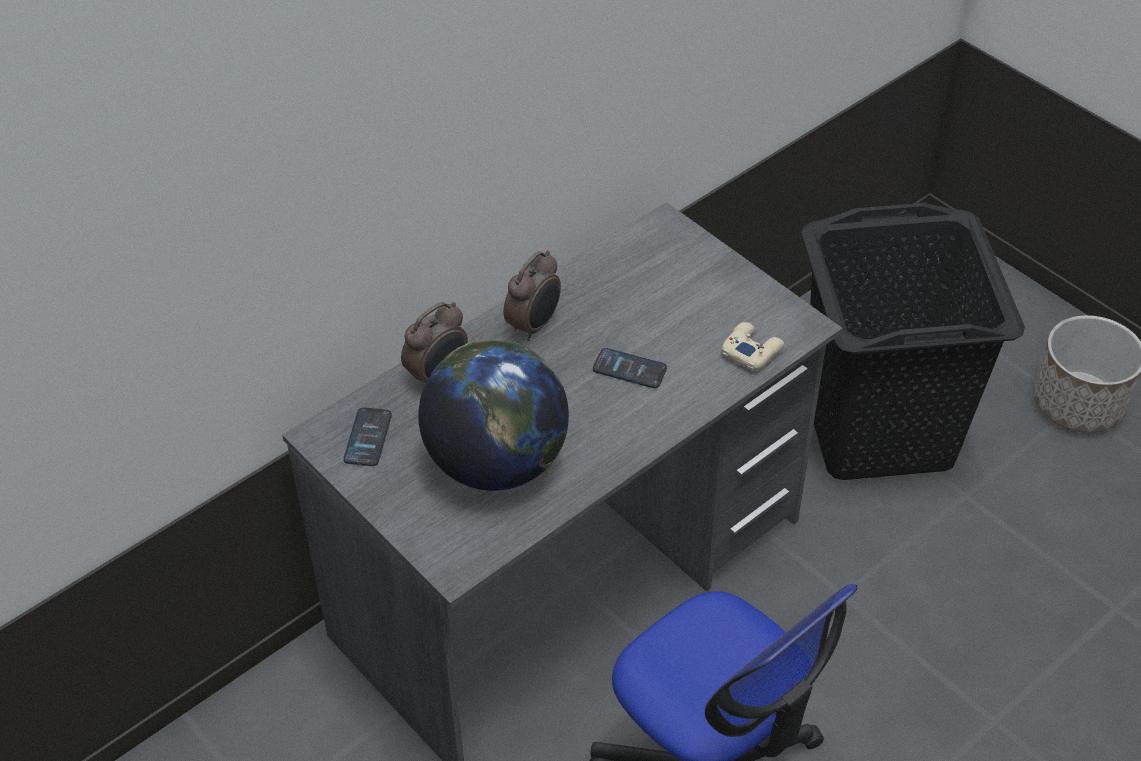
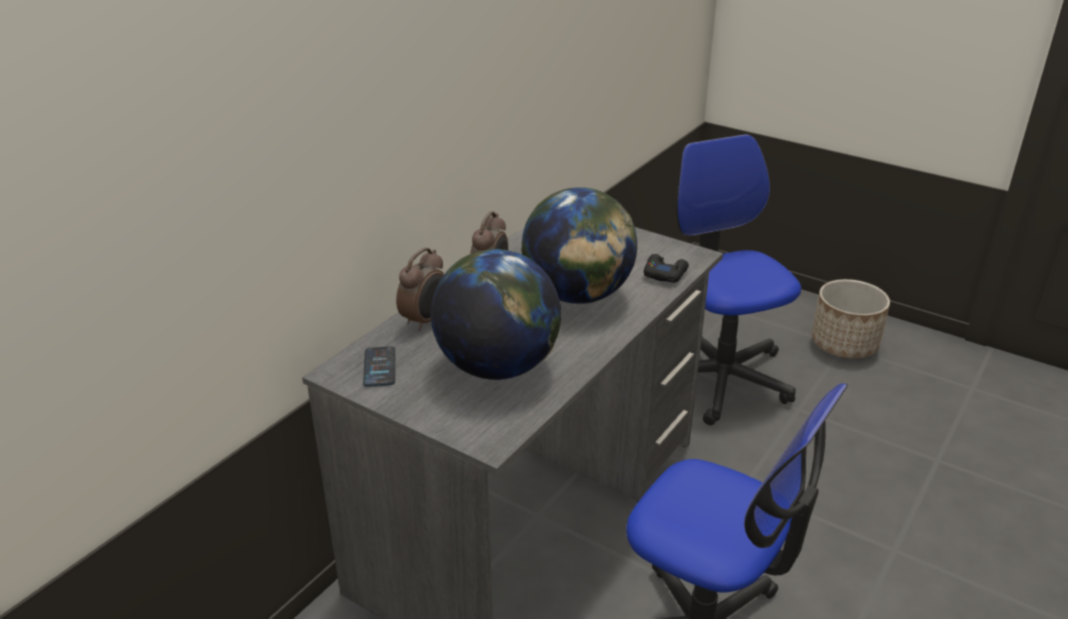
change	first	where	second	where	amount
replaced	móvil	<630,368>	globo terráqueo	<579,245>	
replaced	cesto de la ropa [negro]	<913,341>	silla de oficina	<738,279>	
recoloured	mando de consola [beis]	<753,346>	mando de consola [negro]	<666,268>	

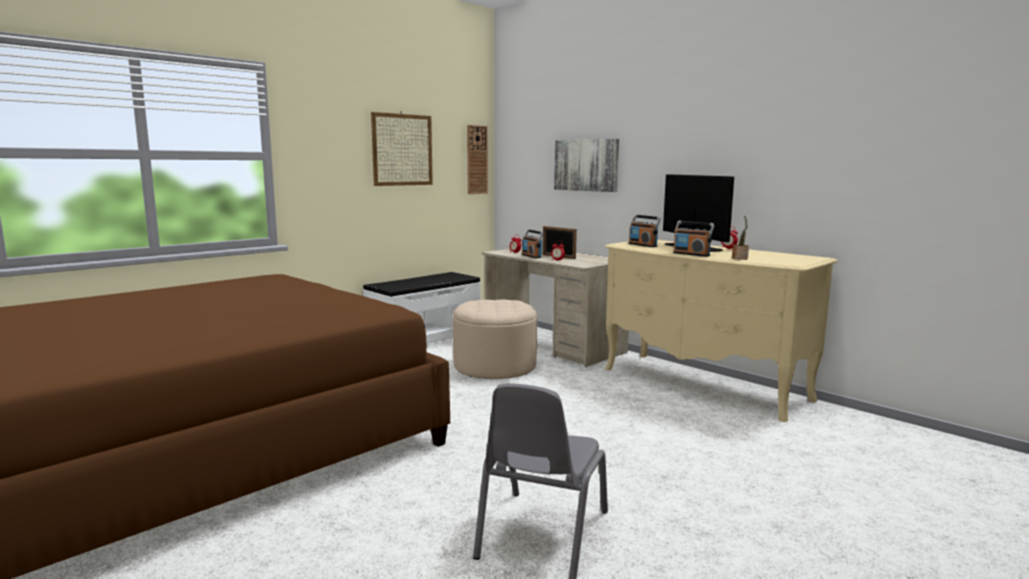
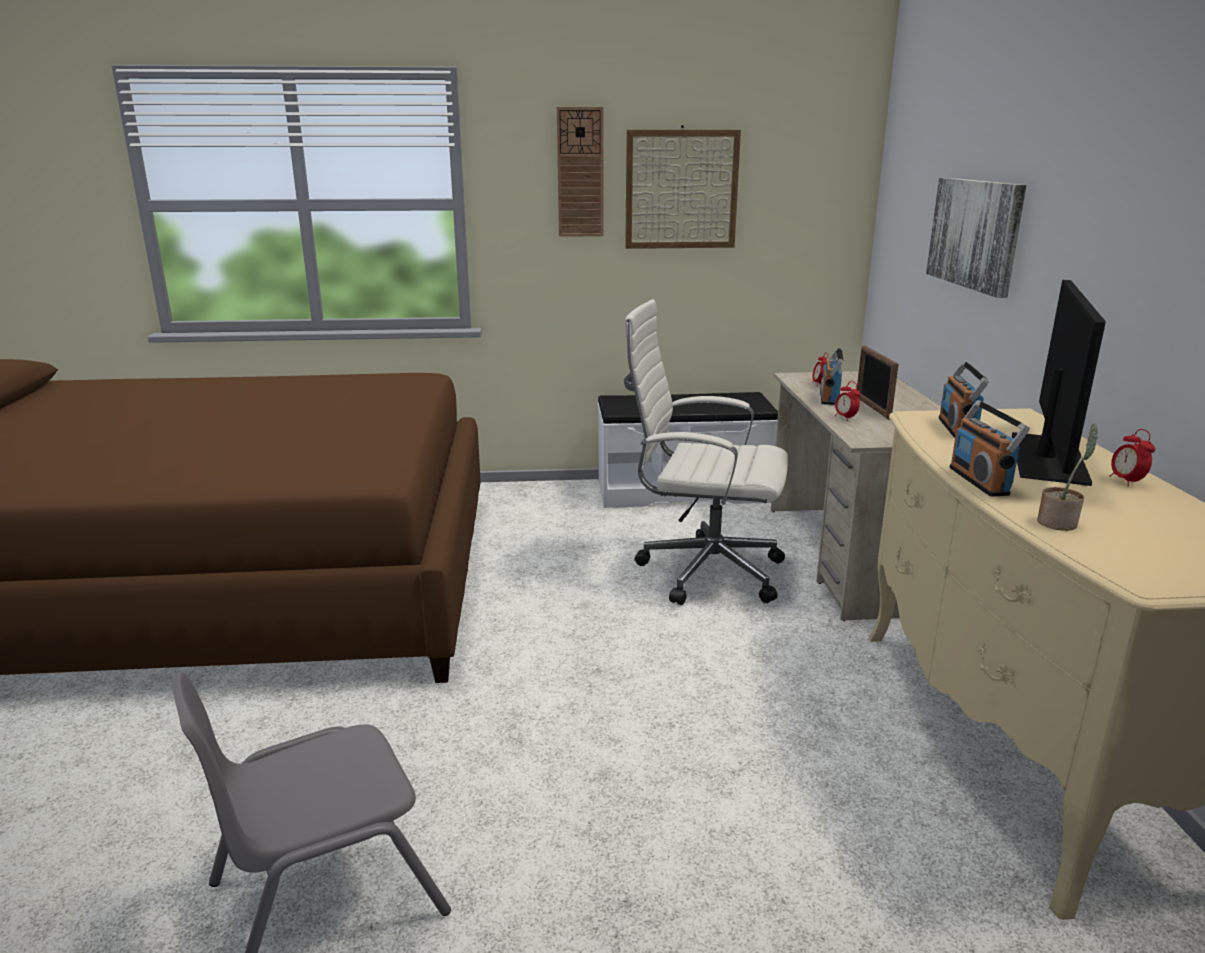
change	first	where	second	where	amount
moved	reloj de pared	<477,159>		<580,172>	
replaced	puf [beis]	<495,339>	silla de oficina [blanco]	<706,452>	

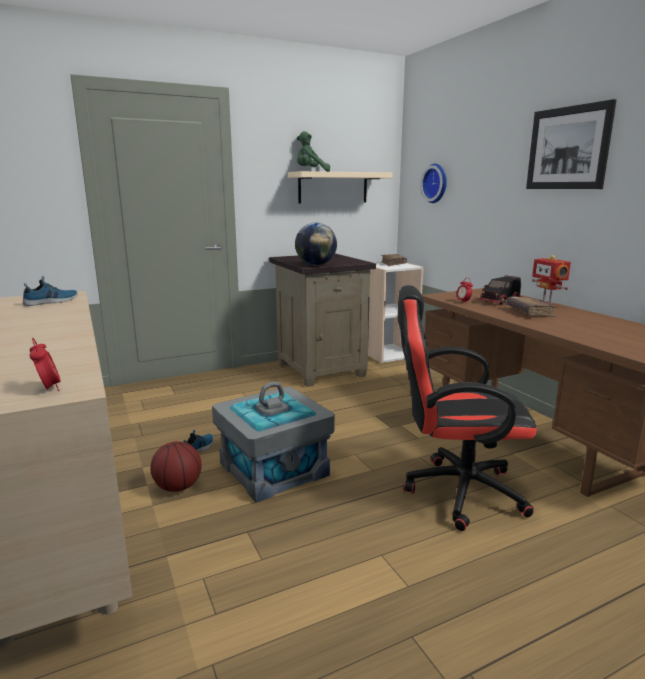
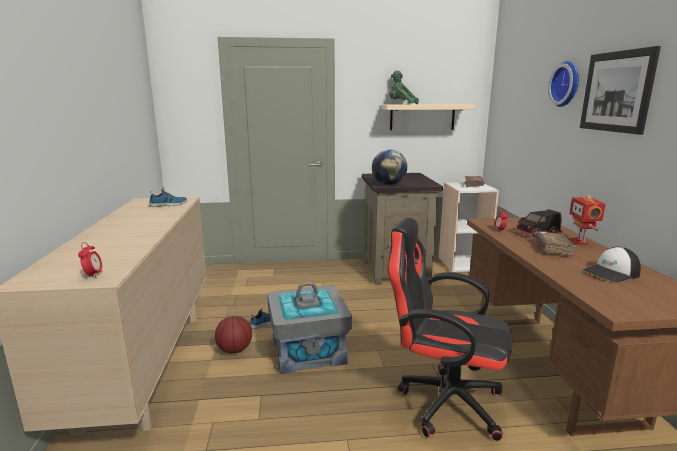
change	first	where	second	where	amount
added			gorra	<612,264>	
moved	reloj de pared	<433,183>		<563,84>	

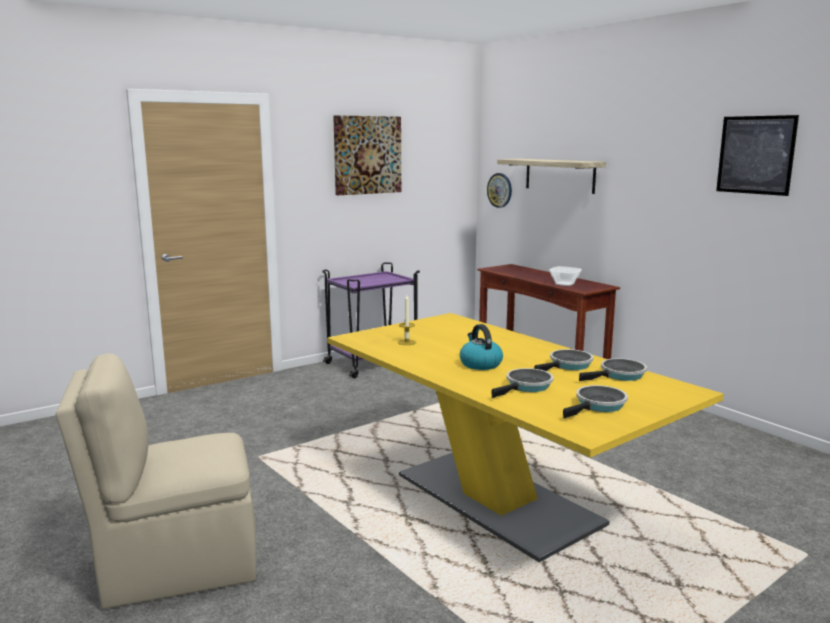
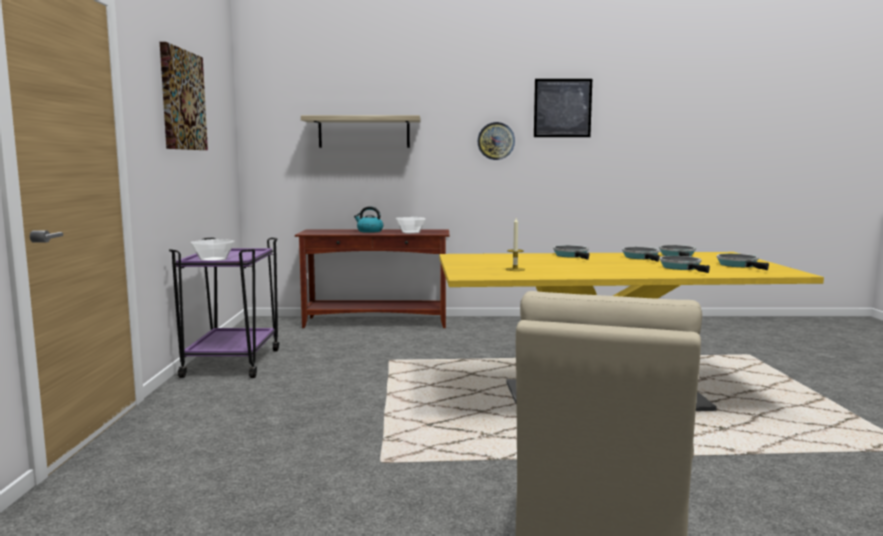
change	first	where	second	where	amount
added			cuenco	<212,250>	
added			sartén	<571,252>	
moved	hervidor	<481,347>		<368,219>	
moved	reloj de pared	<499,190>		<496,141>	

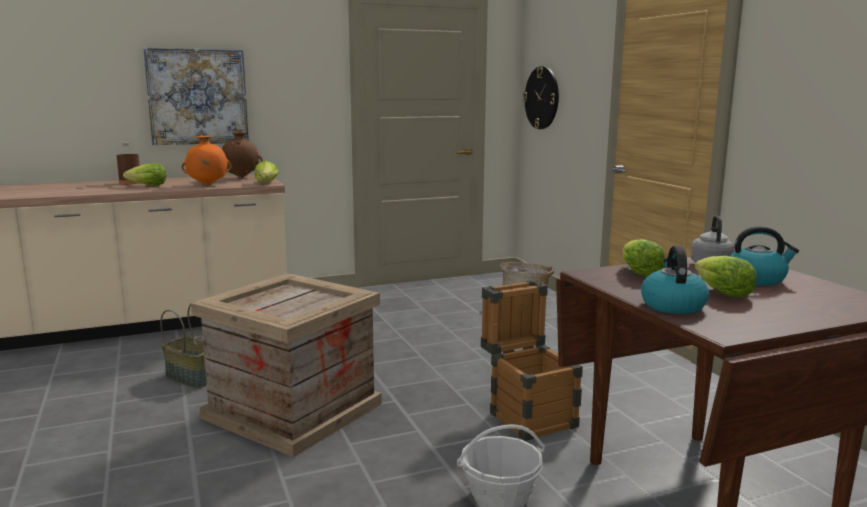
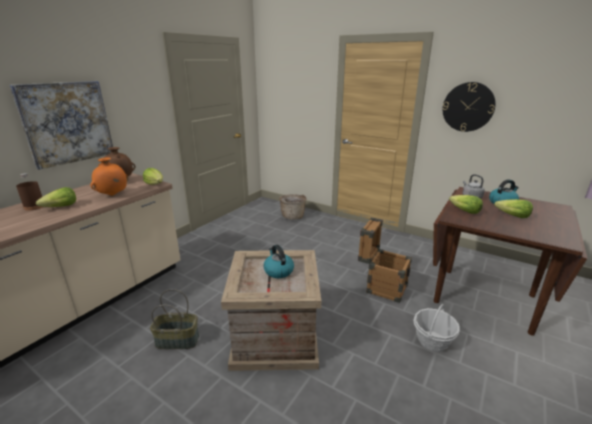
change	first	where	second	where	amount
moved	reloj de pared	<541,97>		<469,107>	
moved	hervidor	<675,280>		<279,261>	

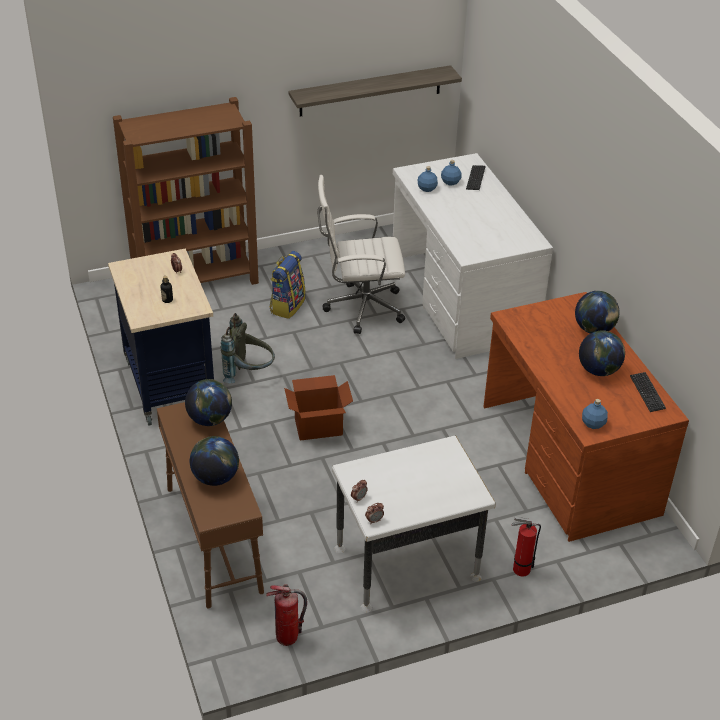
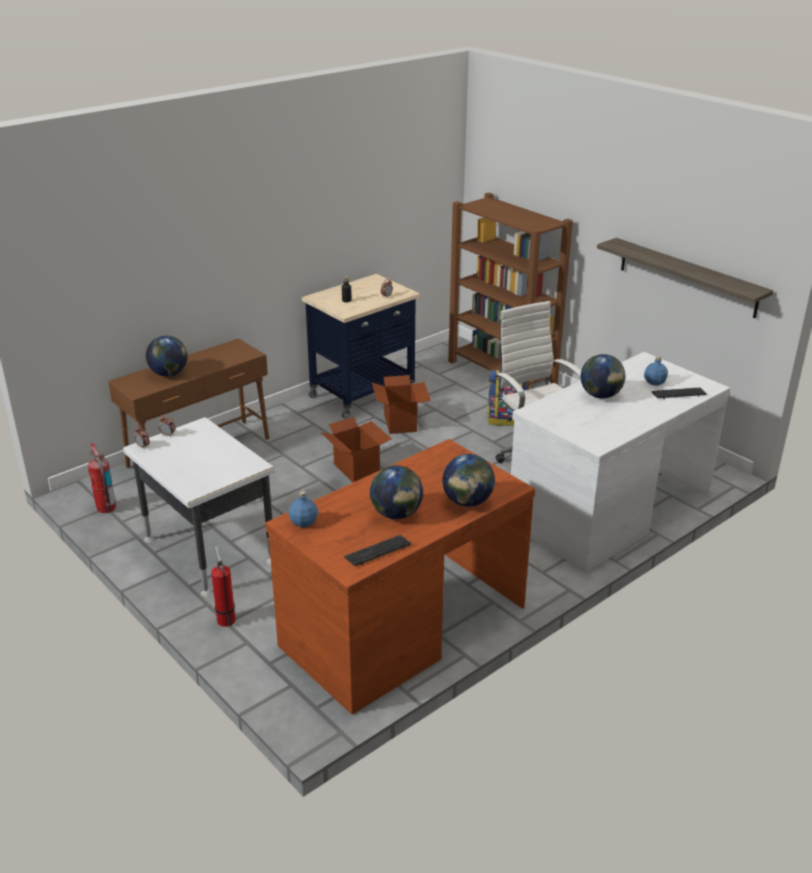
change	first	where	second	where	amount
removed	botella [azul]	<428,179>			
moved	globo terráqueo	<208,402>		<603,376>	
replaced	mochila [gris]	<248,348>	caja de cartón	<401,404>	

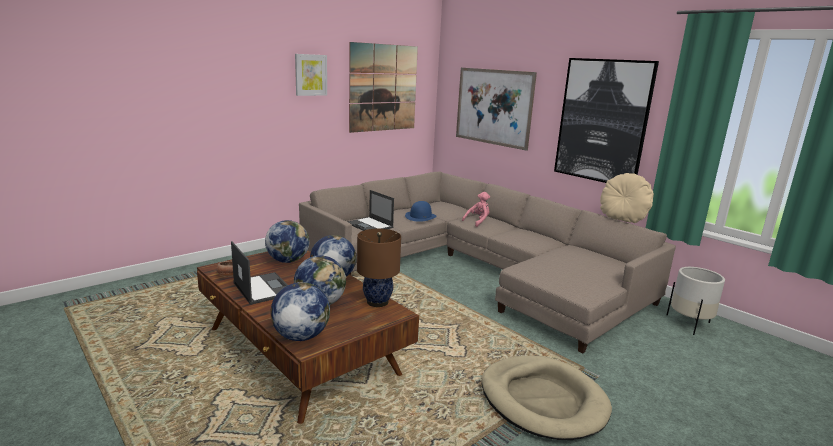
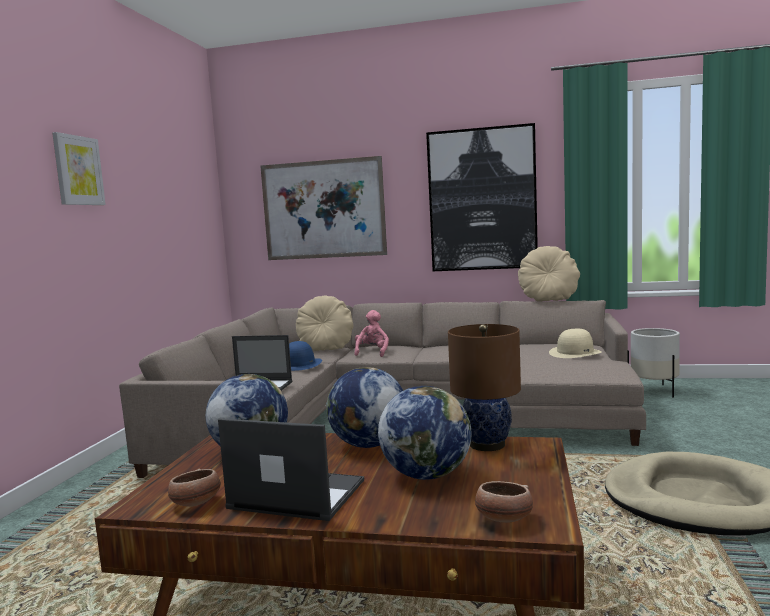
change	first	where	second	where	amount
removed	cuadro	<383,87>			
added			cojín [beis]	<324,323>	
added			sombrero [beis]	<575,343>	
replaced	globo terráqueo	<300,311>	cuenco	<504,502>	

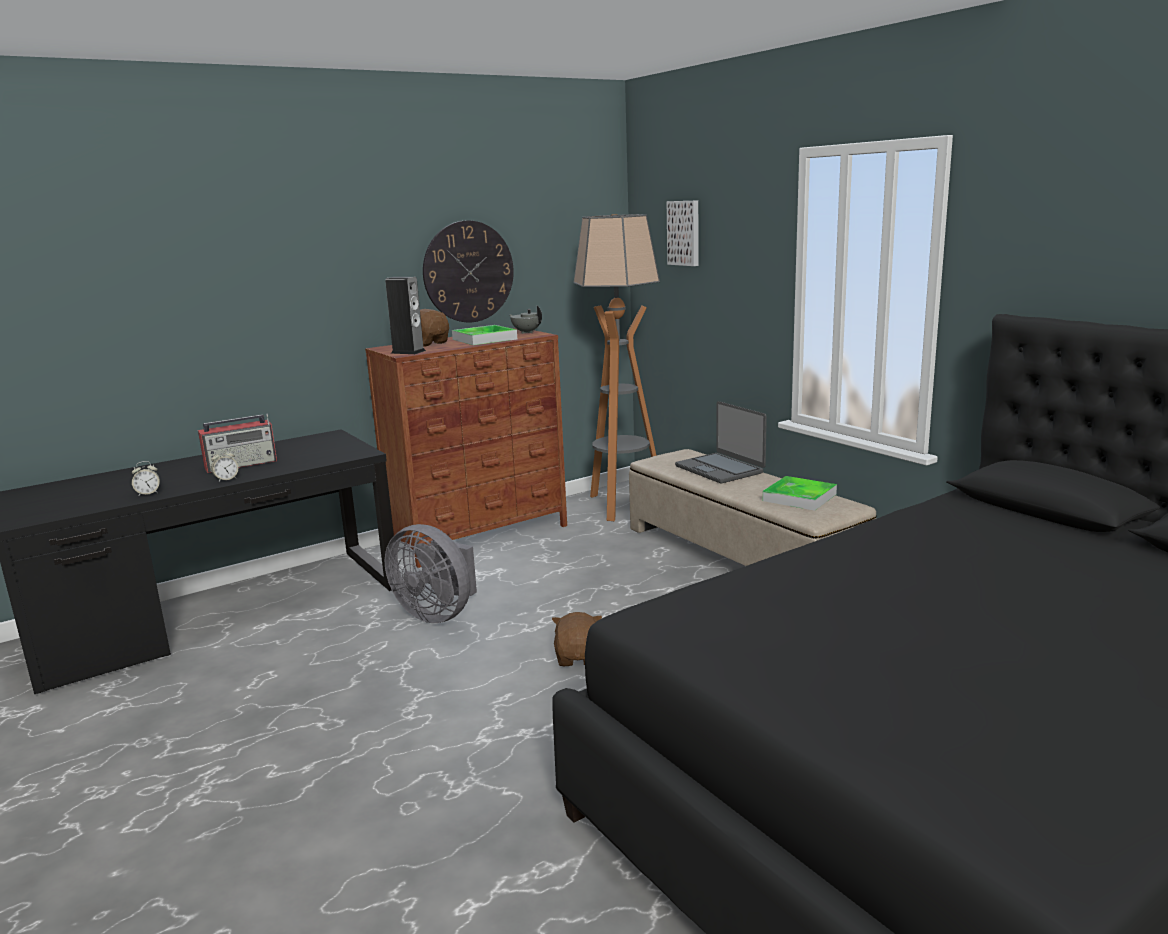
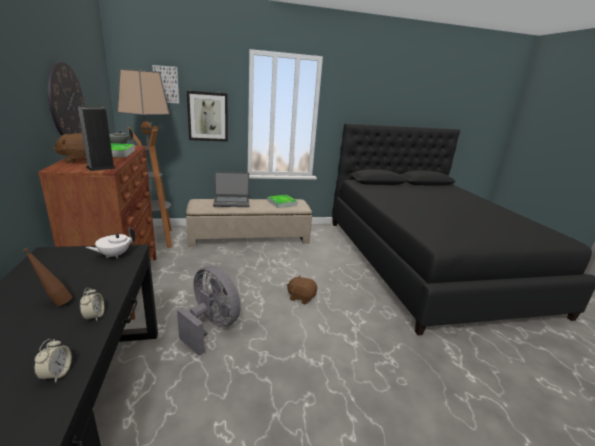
change	first	where	second	where	amount
added			tetera [blanco]	<110,242>	
added			cuadro	<207,116>	
replaced	radio	<237,443>	botella [marrón]	<47,277>	
turned	ventilador [gris]	<431,573>		<209,310>	105 degrees counterclockwise

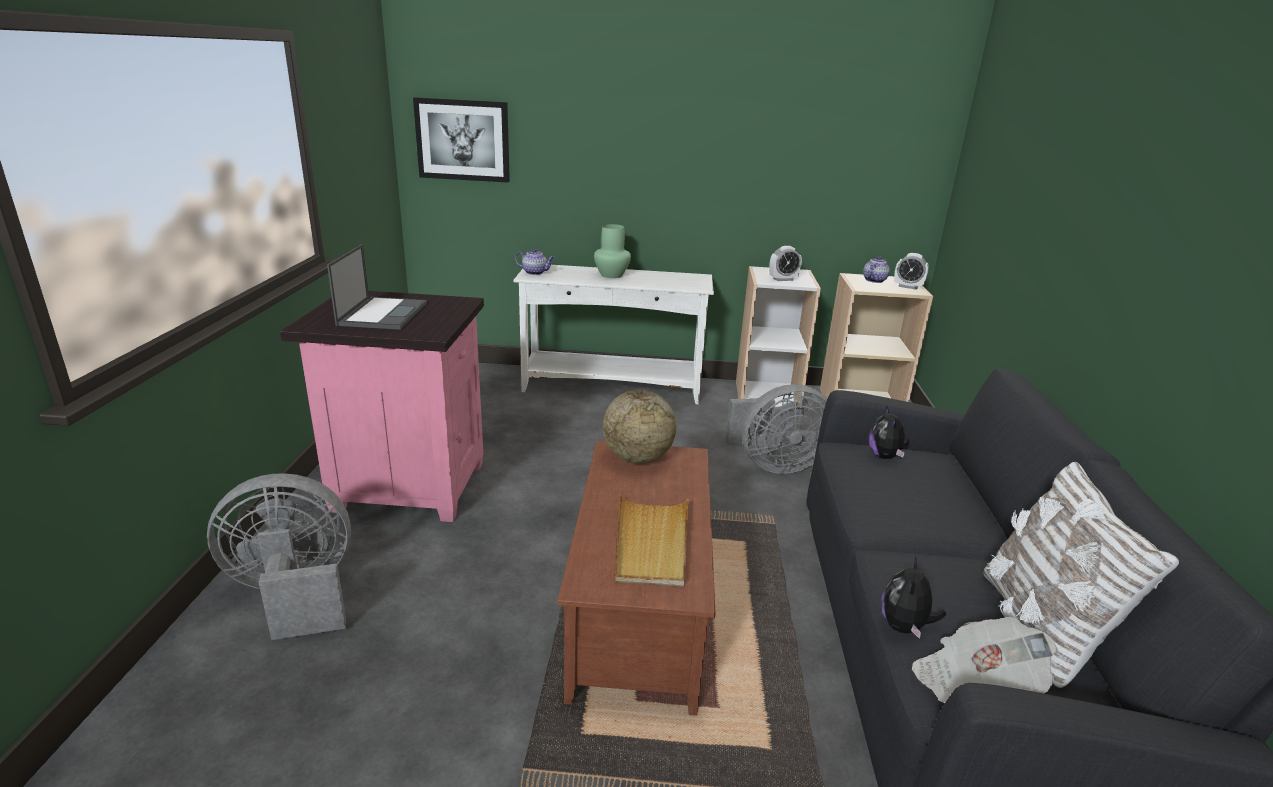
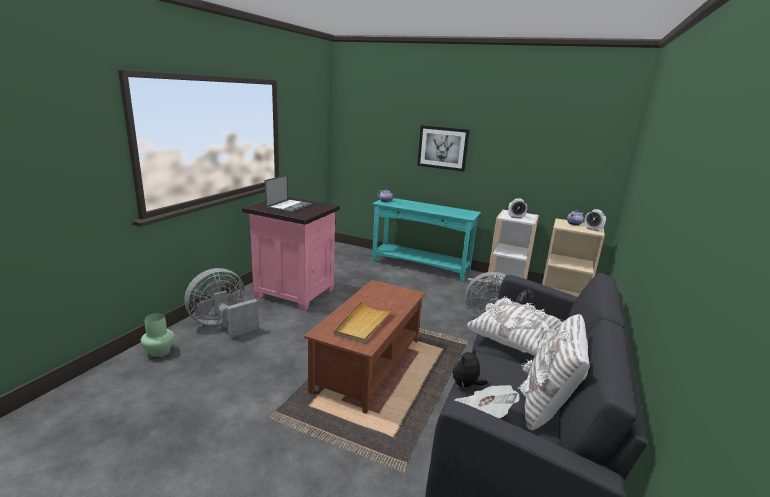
change	first	where	second	where	amount
removed	globo terráqueo	<639,427>			
added			cojín [blanco]	<514,326>	
moved	cuadro	<461,140>		<443,148>	
moved	florero [verde]	<612,251>		<157,335>	
recoloured	mesa consola [blanco]	<613,334>	mesa consola [turquesa]	<426,240>	
turned	ventilador [gris]	<279,556>		<221,303>	45 degrees counterclockwise

